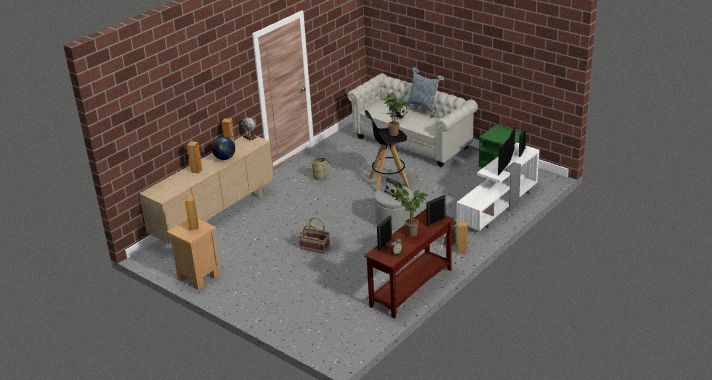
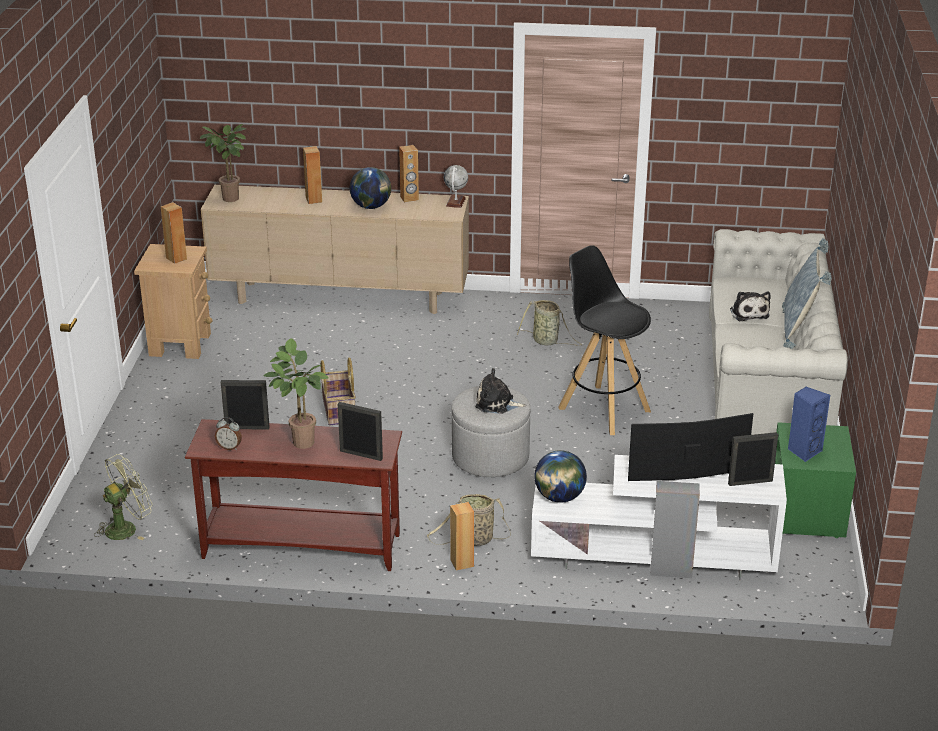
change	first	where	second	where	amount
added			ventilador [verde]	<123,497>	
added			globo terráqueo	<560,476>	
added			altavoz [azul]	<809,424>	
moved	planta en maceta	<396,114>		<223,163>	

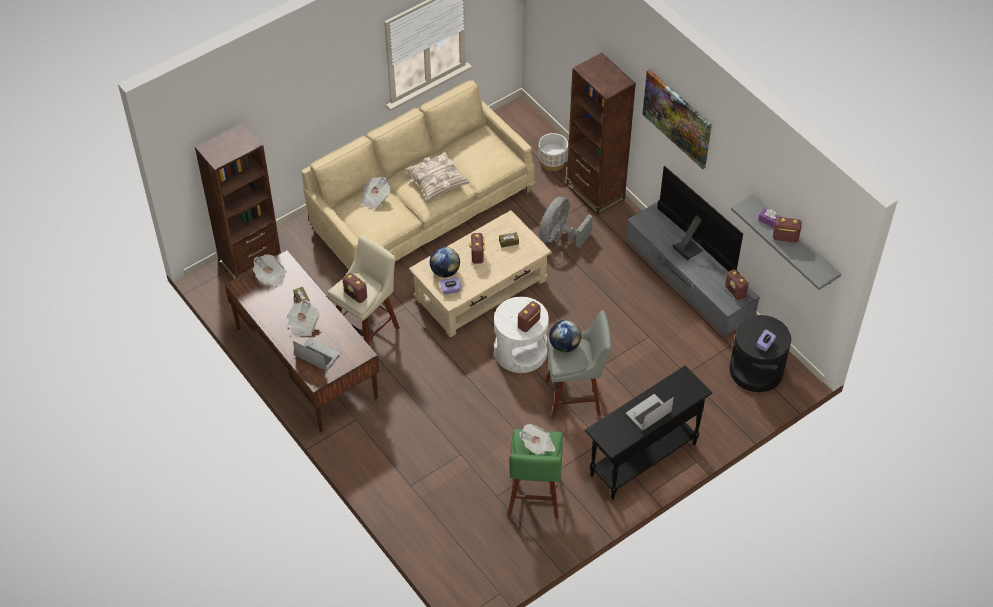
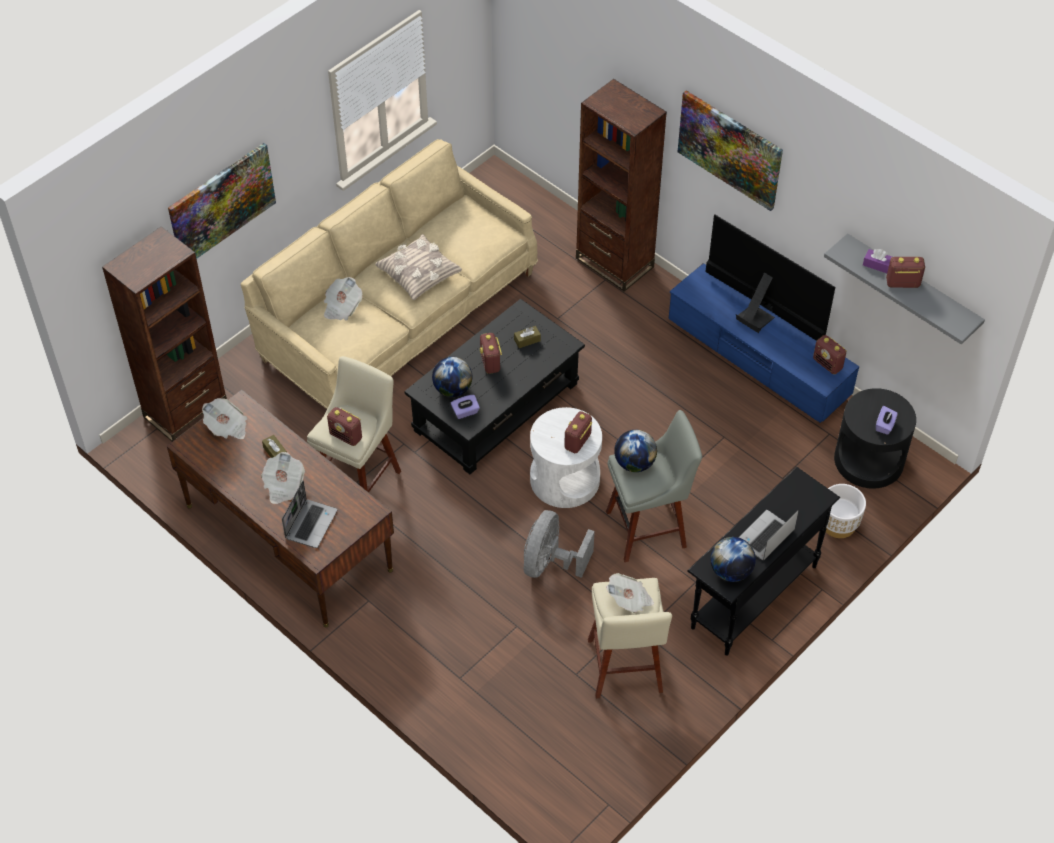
change	first	where	second	where	amount
added			cuadro	<222,201>	
added			globo terráqueo	<733,559>	
moved	maceta [blanco]	<553,152>		<846,511>	
moved	ventilador [gris]	<566,222>		<559,544>	
recoloured	mesa de centro [beis]	<480,274>	mesa de centro [negro]	<494,386>	
recoloured	taburete [verde]	<535,474>	taburete [beis]	<630,638>	
recoloured	mueble de televisión [gris]	<693,269>	mueble de televisión [azul]	<764,343>	
turned	portátil	<316,354>		<309,514>	90 degrees clockwise

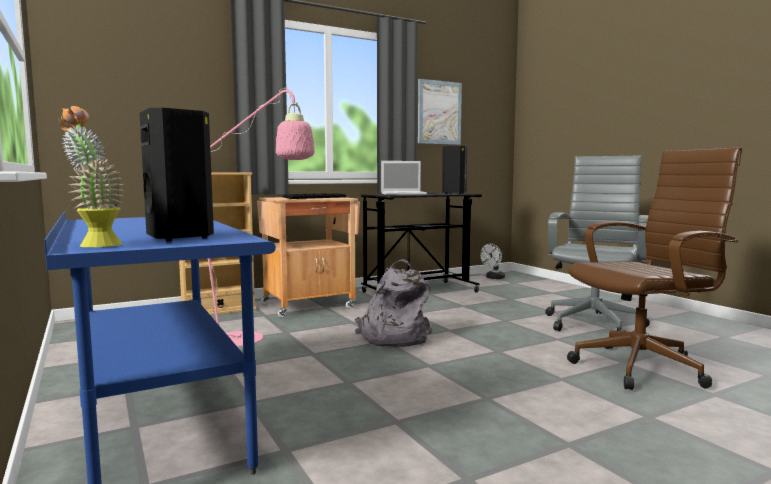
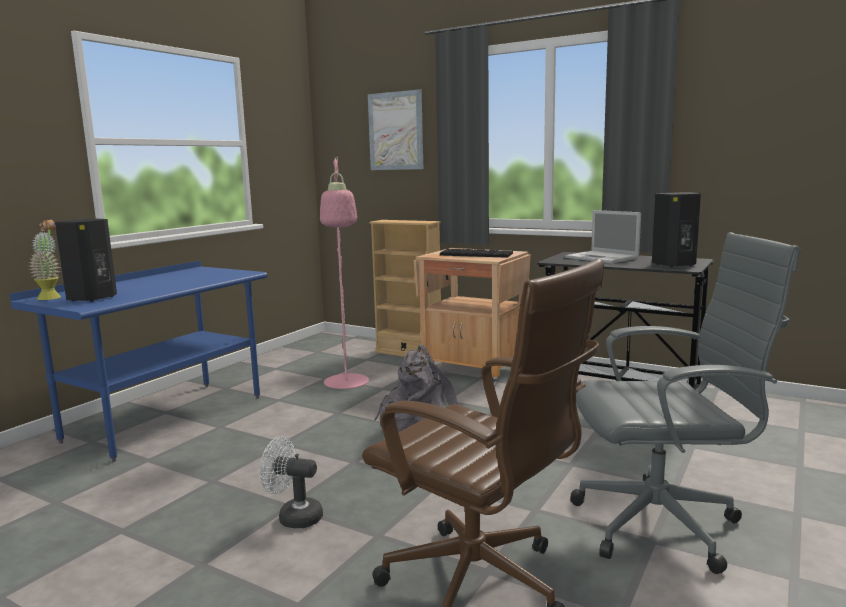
change	first	where	second	where	amount
moved	cuadro	<440,112>		<395,129>	
moved	ventilador [blanco]	<492,261>		<291,482>	

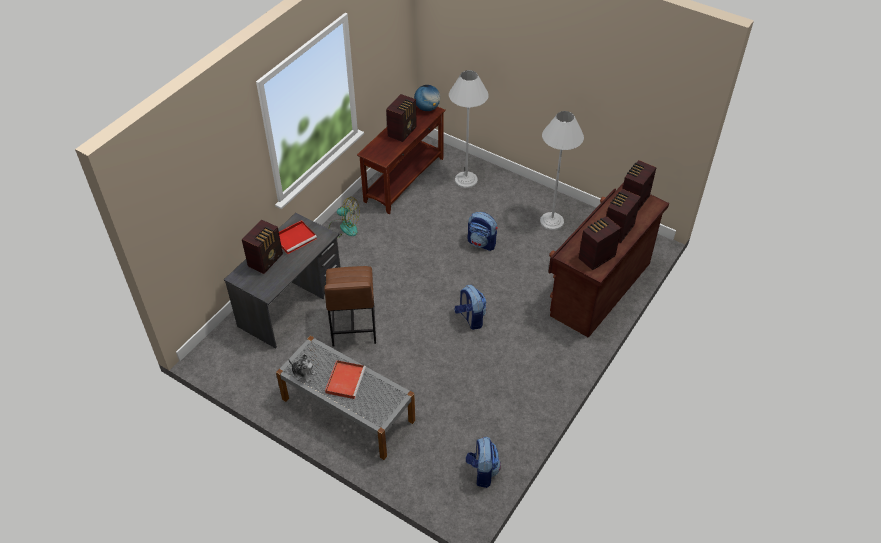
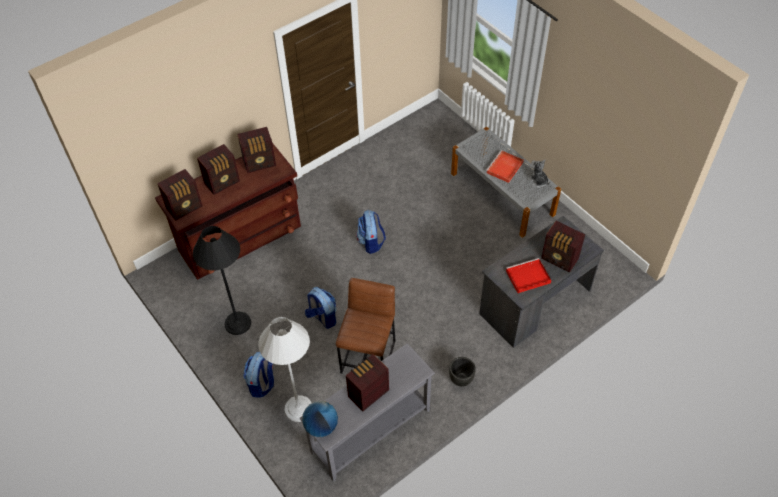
change	first	where	second	where	amount
moved	silla [marrón]	<350,306>		<366,326>	
moved	mochila	<483,462>		<258,374>	
replaced	ventilador	<343,217>	maceta [negro]	<462,372>	
recoloured	mesa consola [marrón]	<401,160>	mesa consola [gris]	<367,412>	
recoloured	lámpara de pie [blanco]	<562,170>	lámpara de pie [negro]	<222,280>	
turned	radio	<262,246>		<563,247>	105 degrees counterclockwise

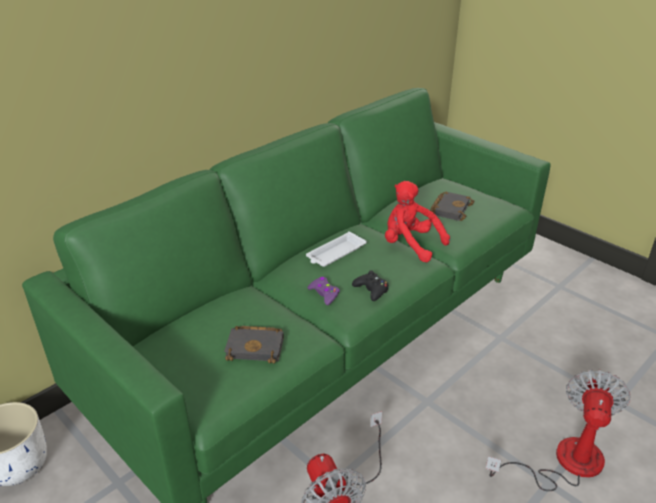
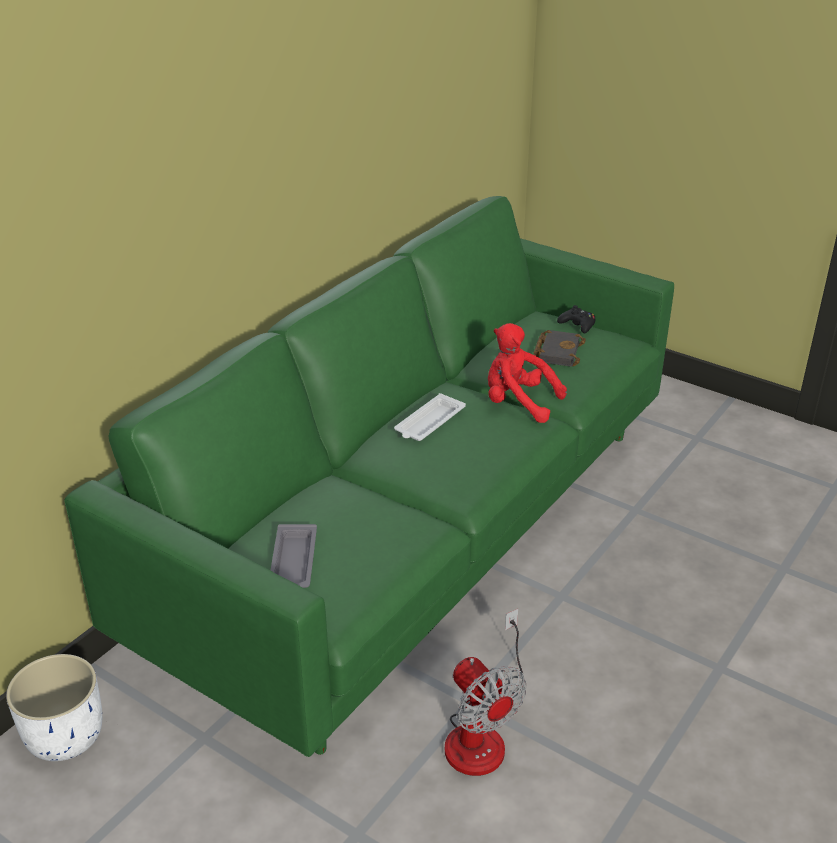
change	first	where	second	where	amount
removed	libro [negro]	<254,344>			
removed	mando de consola [morado]	<323,291>			
removed	ventilador	<558,430>			
added			bandeja [gris]	<293,556>	
moved	mando de consola [negro]	<370,285>		<576,319>	

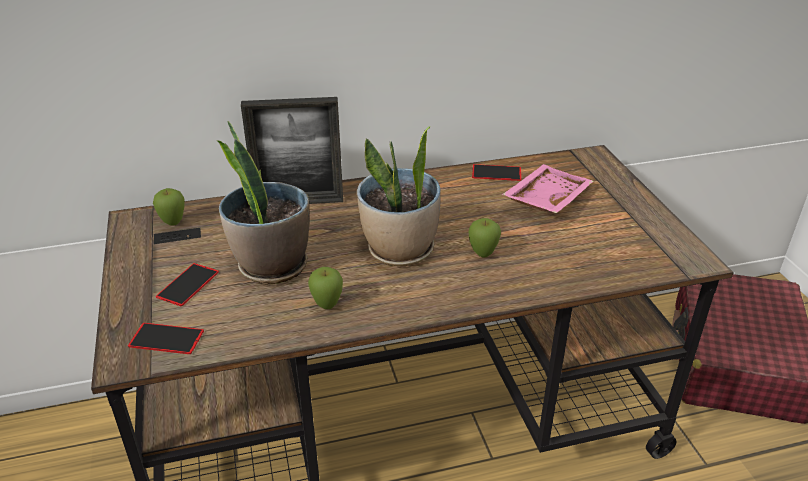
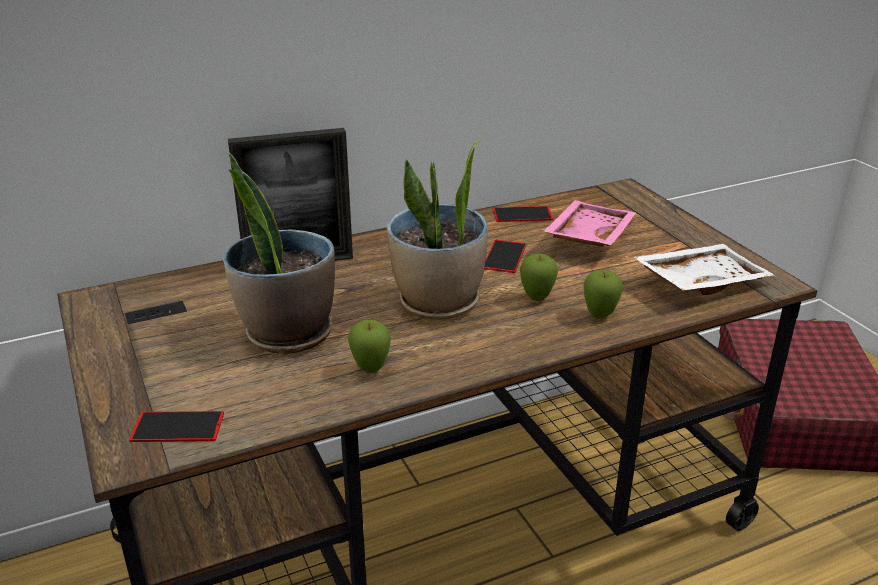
change	first	where	second	where	amount
added			bandeja [blanco]	<704,269>	
moved	manzana	<169,207>		<603,294>	
moved	móvil	<187,284>		<505,256>	

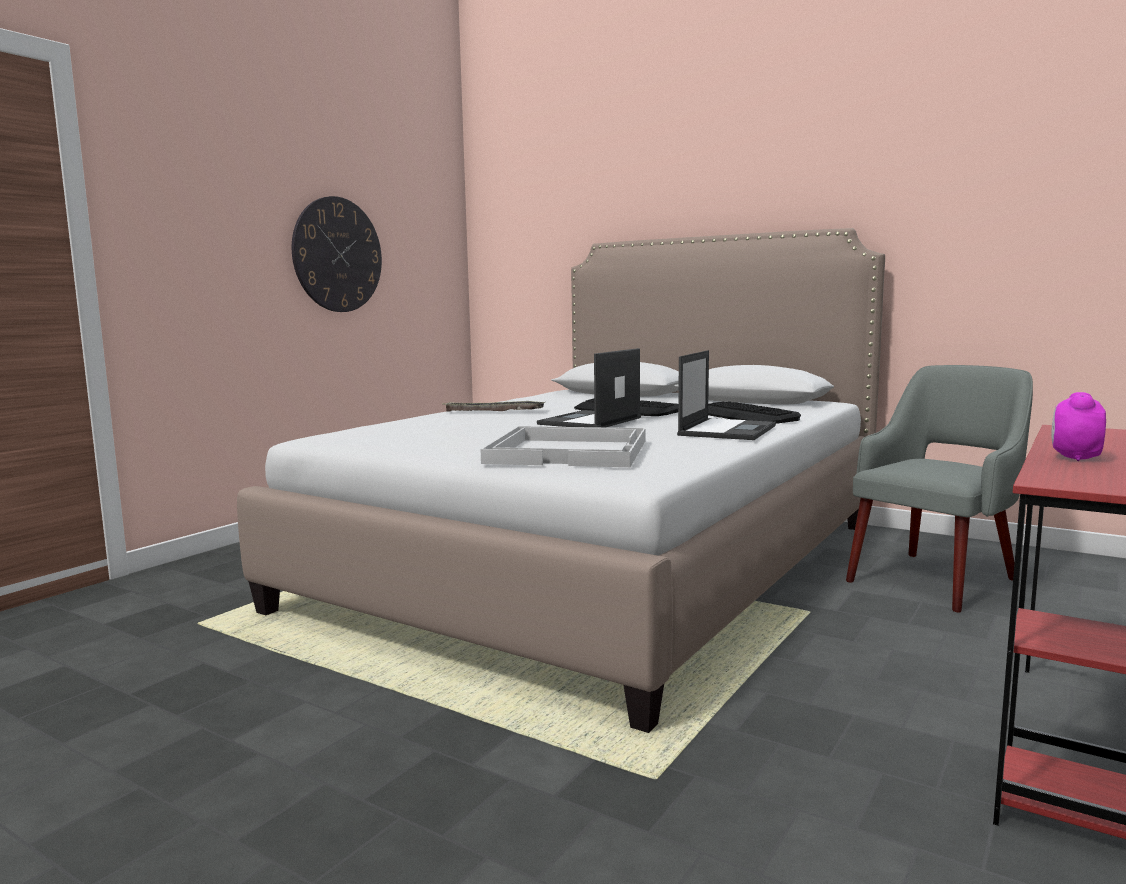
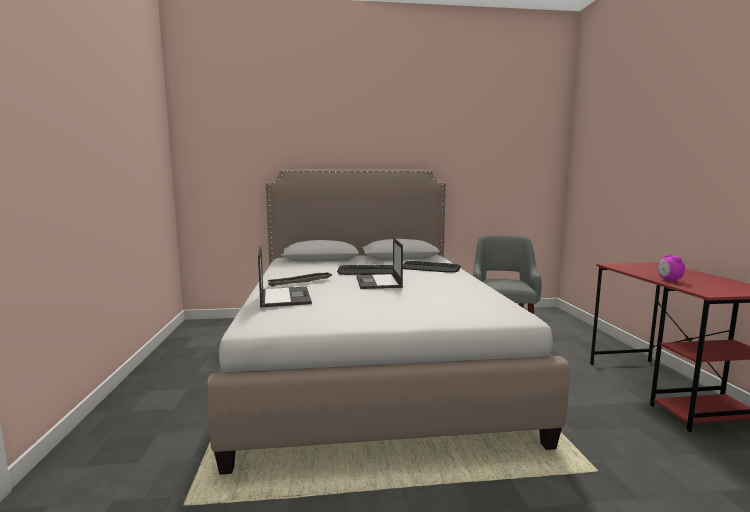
change	first	where	second	where	amount
removed	reloj de pared	<337,254>			
removed	bandeja [blanco]	<563,446>			
moved	portátil	<726,395>		<285,277>	

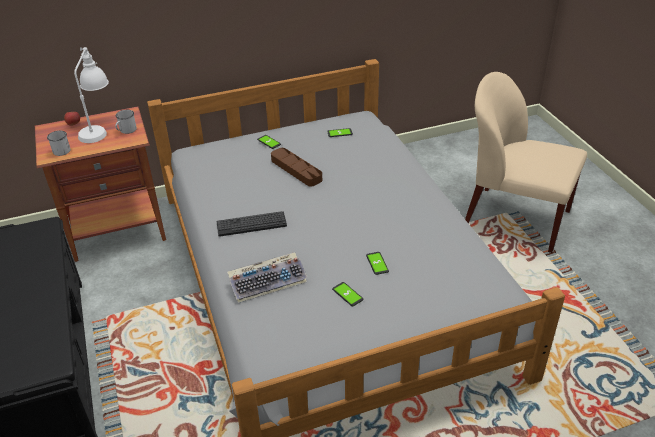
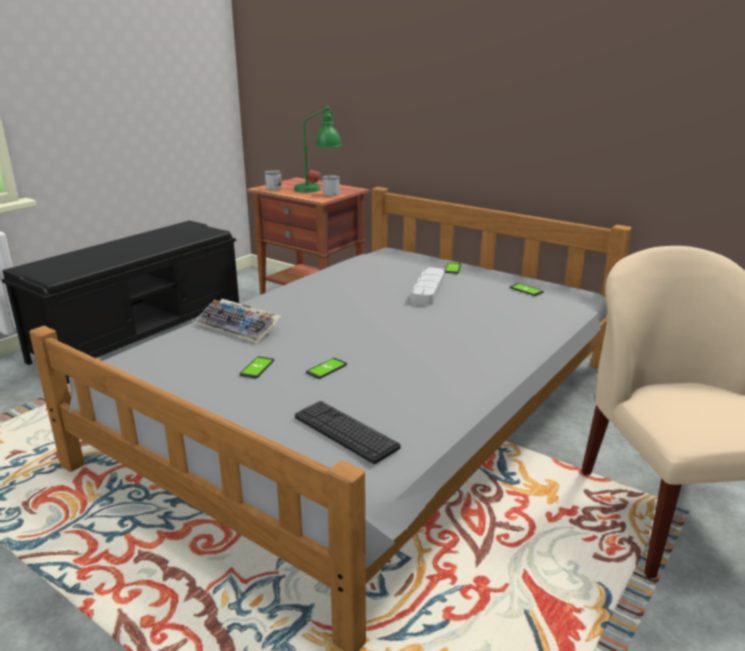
change	first	where	second	where	amount
moved	teclado	<252,224>		<347,432>	
recoloured	lámpara de mesa [blanco]	<91,95>	lámpara de mesa [verde]	<317,149>	
recoloured	bandeja [marrón]	<296,167>	bandeja [gris]	<428,286>	

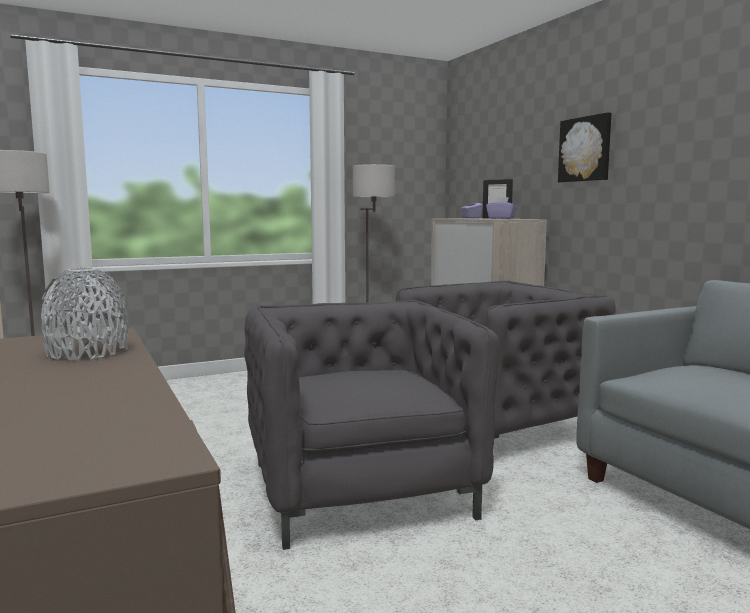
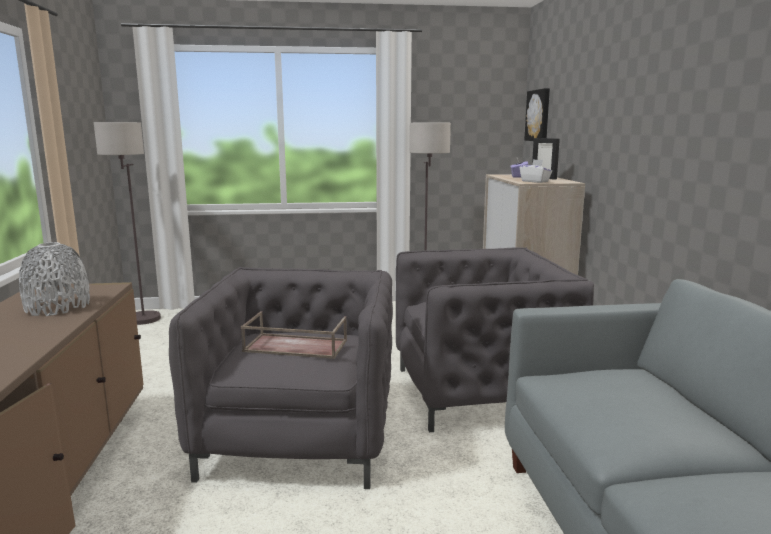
change	first	where	second	where	amount
added			bandeja [marrón]	<294,335>	
moved	cuadro	<584,147>		<537,114>	
recoloured	caja de pañuelos [morado]	<501,208>	caja de pañuelos [blanco]	<536,171>	

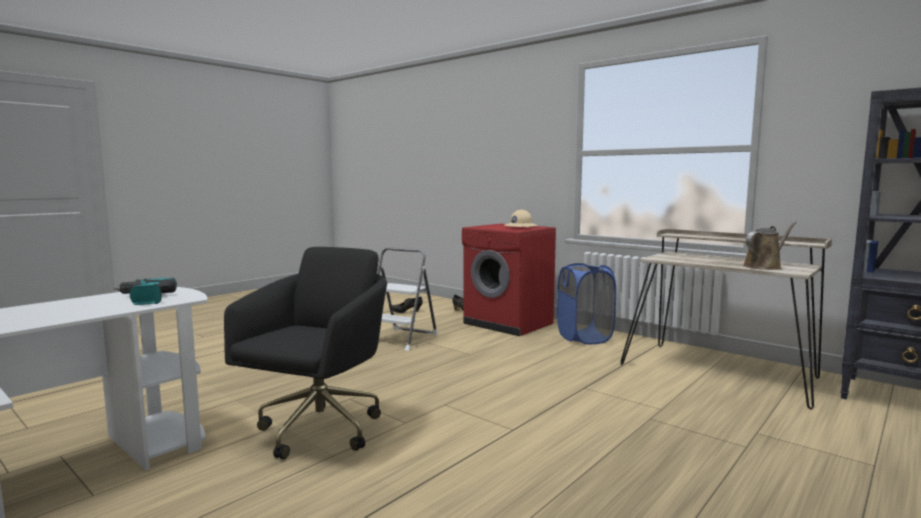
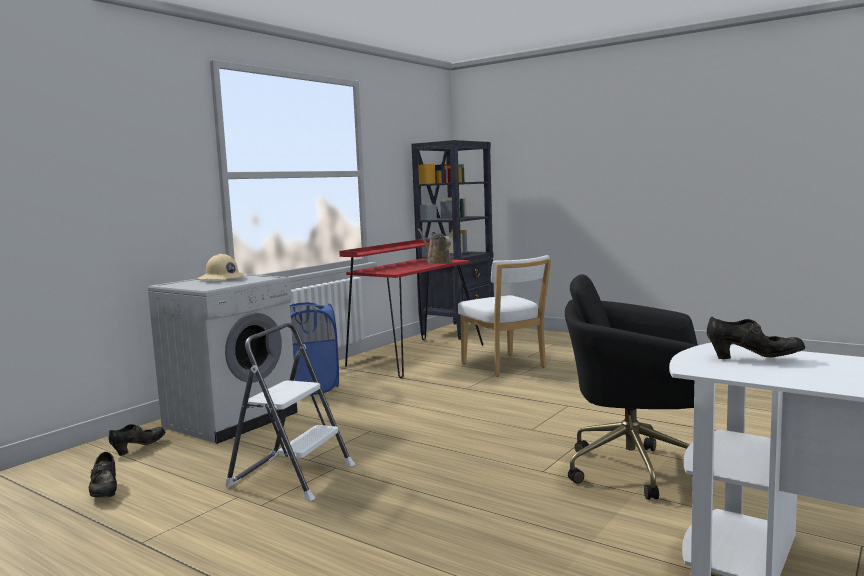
change	first	where	second	where	amount
added			silla [blanco]	<504,316>	
replaced	taladro	<145,291>	zapato [negro]	<756,337>	
recoloured	lavadora [rojo]	<509,280>	lavadora [blanco]	<222,359>	
recoloured	escritorio [beis]	<726,319>	escritorio [rojo]	<411,308>	

